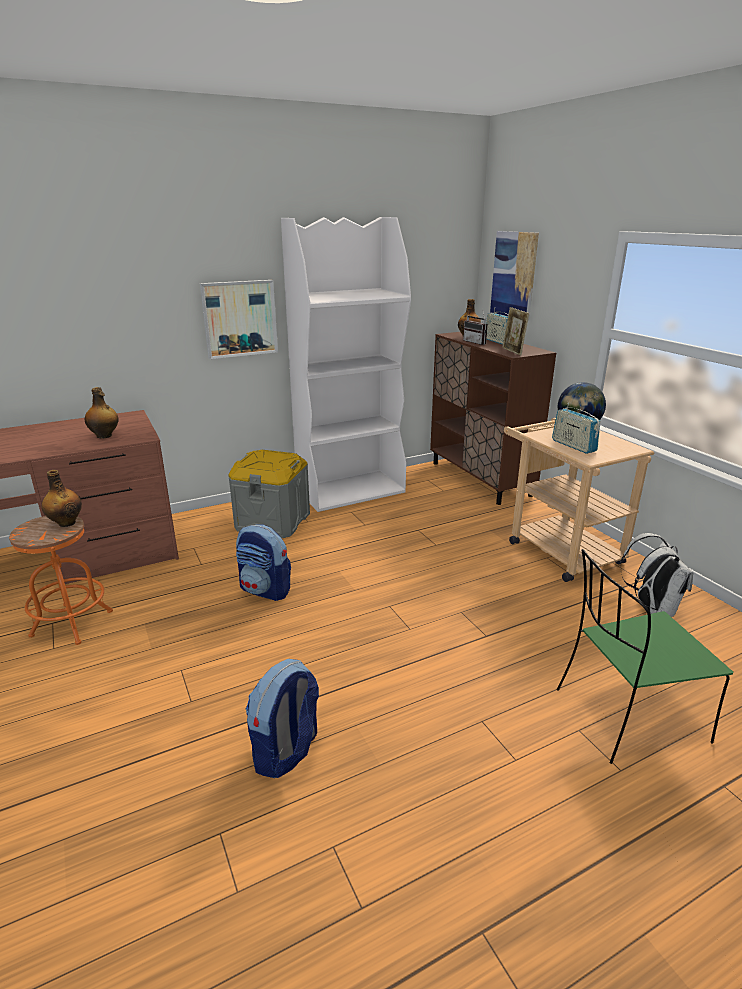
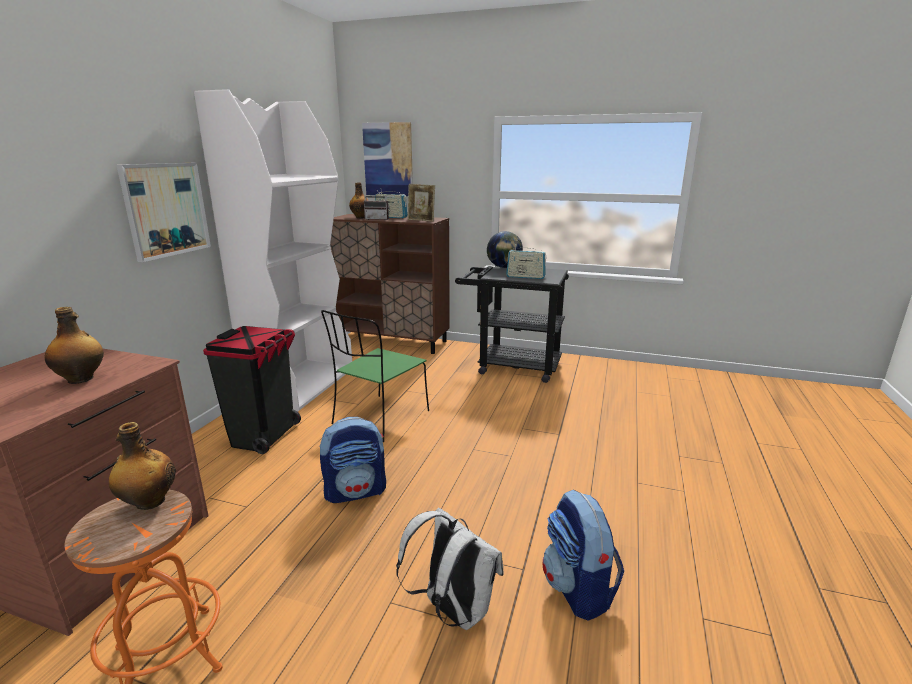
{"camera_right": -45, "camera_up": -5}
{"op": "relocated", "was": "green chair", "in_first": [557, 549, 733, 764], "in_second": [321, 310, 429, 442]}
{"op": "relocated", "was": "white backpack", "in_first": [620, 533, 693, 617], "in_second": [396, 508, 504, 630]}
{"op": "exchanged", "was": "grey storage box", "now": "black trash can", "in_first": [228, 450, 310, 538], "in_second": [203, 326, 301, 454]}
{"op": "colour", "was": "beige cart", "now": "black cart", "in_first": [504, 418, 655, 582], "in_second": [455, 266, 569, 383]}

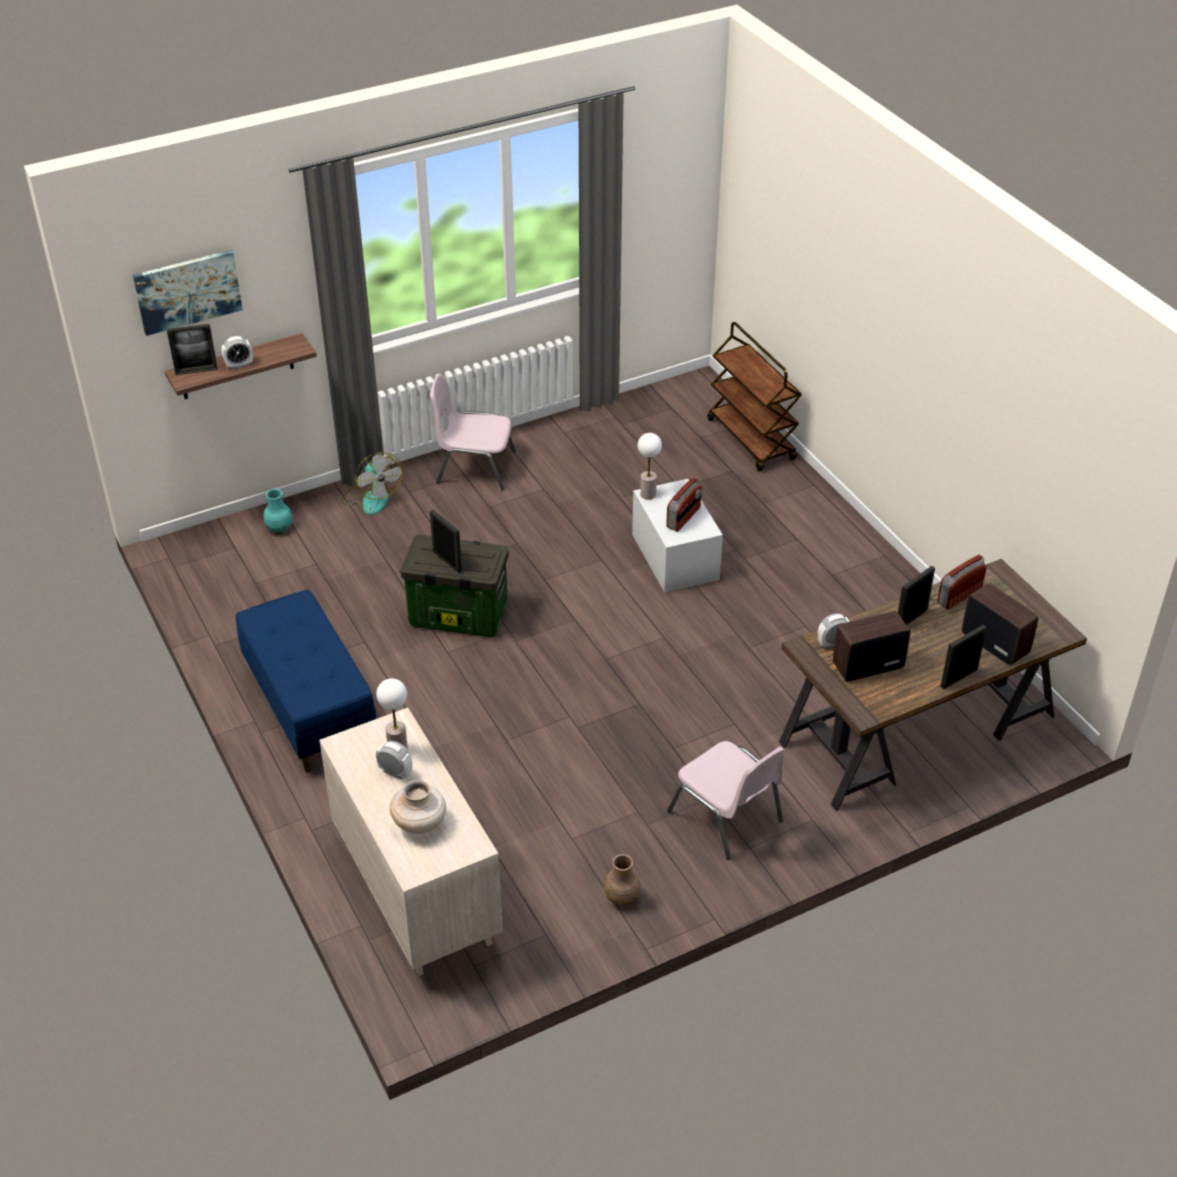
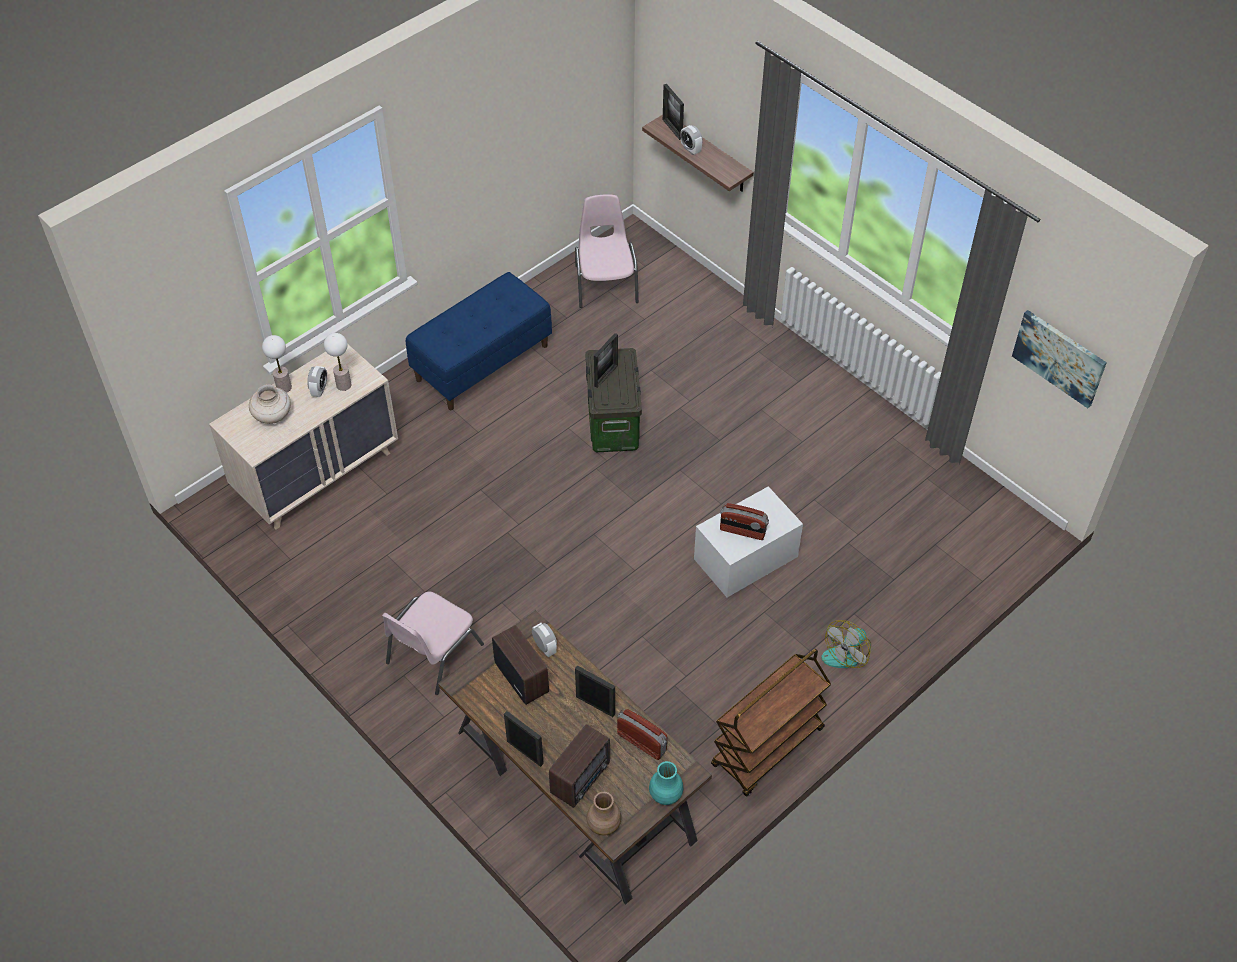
{"camera_right": 75, "camera_up": 10}
{"op": "relocated", "was": "picture", "in_first": [133, 250, 243, 336], "in_second": [1012, 310, 1107, 408]}
{"op": "relocated", "was": "turquoise vase", "in_first": [263, 489, 293, 534], "in_second": [649, 761, 683, 805]}
{"op": "relocated", "was": "fan", "in_first": [341, 452, 402, 515], "in_second": [821, 620, 871, 668]}
{"op": "relocated", "was": "pink chair", "in_first": [430, 374, 516, 491], "in_second": [575, 194, 639, 308]}
{"op": "relocated", "was": "brown vase", "in_first": [604, 854, 640, 906], "in_second": [586, 792, 621, 836]}
{"op": "relocated", "was": "table lamp", "in_first": [638, 433, 662, 500], "in_second": [262, 335, 292, 393]}
{"op": "relocated", "was": "brown cart", "in_first": [707, 322, 802, 471], "in_second": [711, 649, 831, 797]}

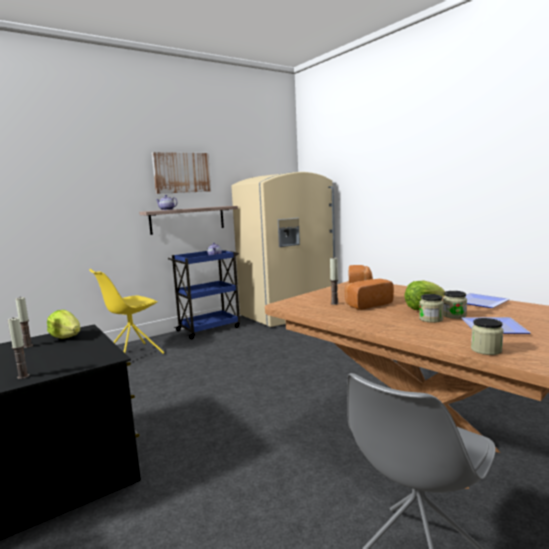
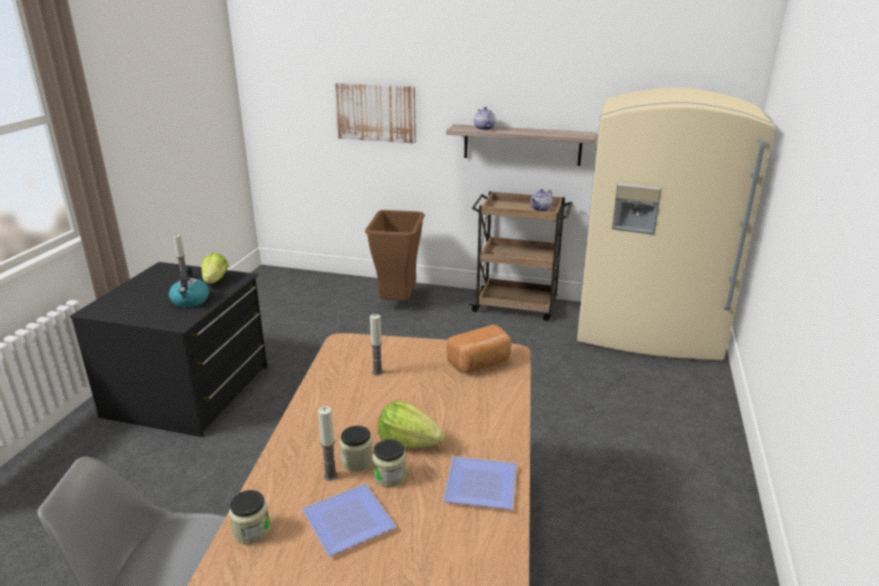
{"camera_right": 50, "camera_up": 15}
{"op": "missing", "was": "bread", "in_first": [345, 279, 394, 310]}
{"op": "appeared", "now": "kettle", "in_second": [169, 266, 209, 307]}
{"op": "relocated", "was": "candle", "in_first": [8, 318, 29, 379], "in_second": [318, 406, 338, 481]}
{"op": "relocated", "was": "picture", "in_first": [152, 152, 211, 194], "in_second": [335, 83, 416, 144]}
{"op": "exchanged", "was": "yellow chair", "now": "brown trash can", "in_first": [89, 269, 164, 354], "in_second": [365, 210, 425, 301]}
{"op": "colour", "was": "blue cart", "now": "brown cart", "in_first": [168, 250, 240, 340], "in_second": [469, 191, 572, 321]}

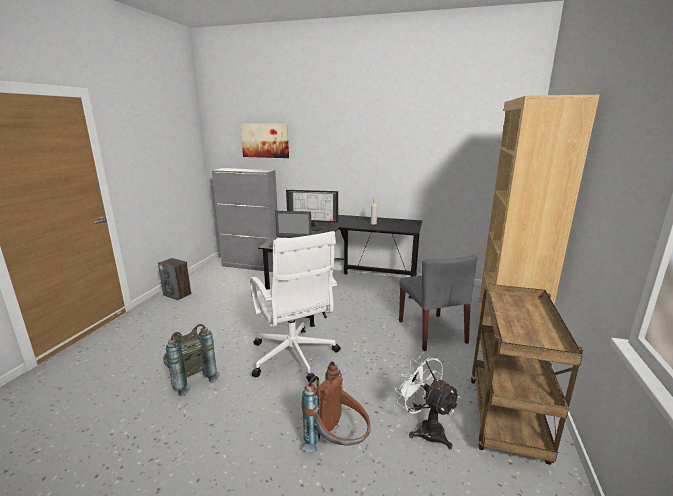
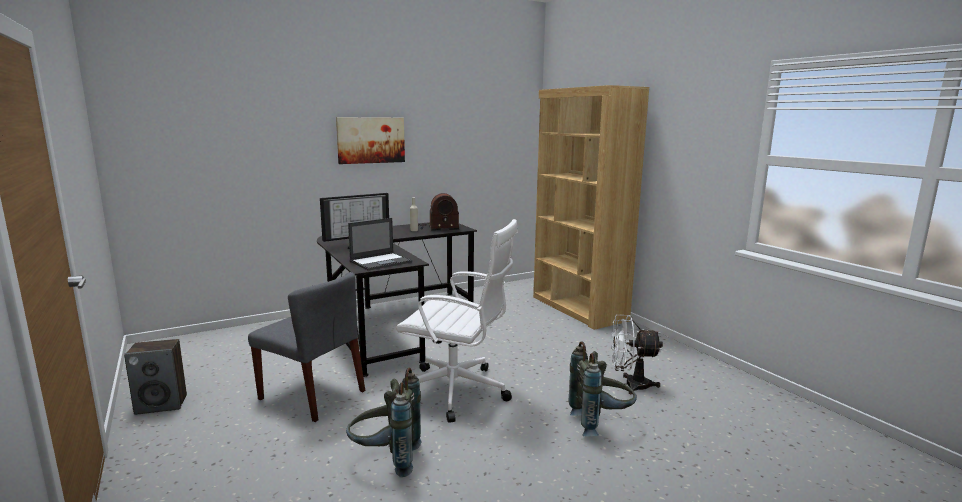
{"camera_right": -45, "camera_up": -5}
{"op": "missing", "was": "grey cabinet", "in_first": [212, 168, 277, 272]}
{"op": "missing", "was": "brown cart", "in_first": [471, 284, 583, 465]}
{"op": "appeared", "now": "radio", "in_second": [419, 193, 459, 231]}
{"op": "relocated", "was": "picture", "in_first": [240, 123, 289, 158], "in_second": [336, 117, 405, 164]}
{"op": "relocated", "was": "grey chair", "in_first": [399, 254, 477, 351], "in_second": [248, 272, 365, 422]}
{"op": "colour", "was": "brown backpack", "now": "grey backpack", "in_first": [302, 361, 371, 453], "in_second": [569, 341, 637, 436]}

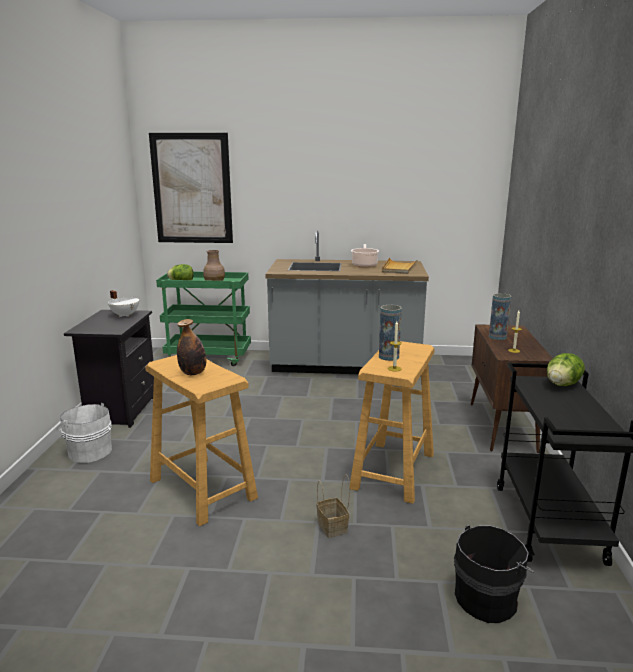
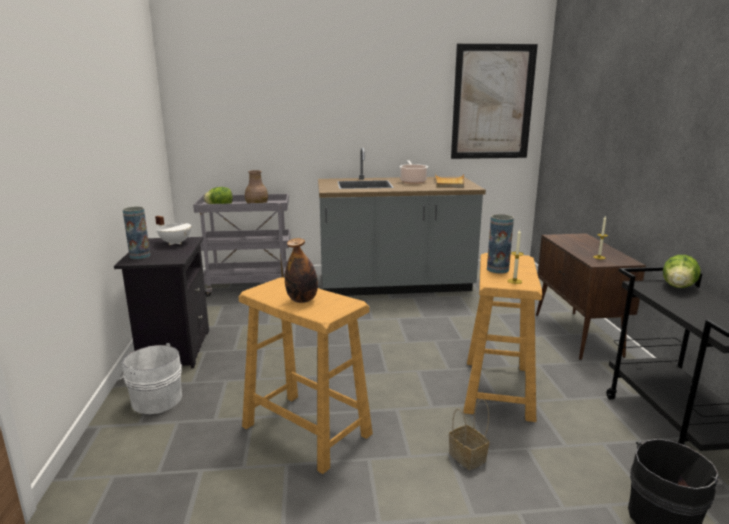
{"camera_right": -10, "camera_up": 0}
{"op": "relocated", "was": "picture", "in_first": [149, 133, 233, 243], "in_second": [451, 43, 538, 159]}
{"op": "relocated", "was": "vase", "in_first": [489, 293, 511, 340], "in_second": [123, 207, 150, 259]}
{"op": "colour", "was": "green cart", "now": "grey cart", "in_first": [156, 272, 251, 366], "in_second": [193, 194, 290, 297]}

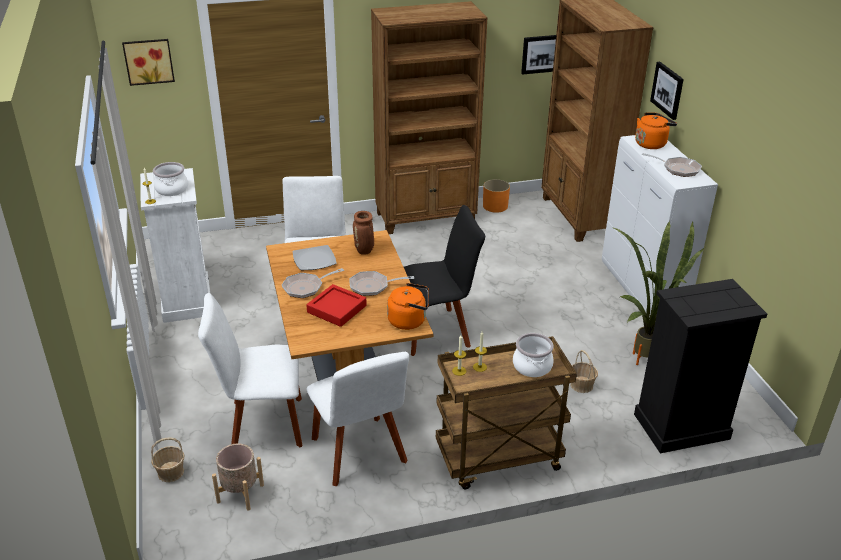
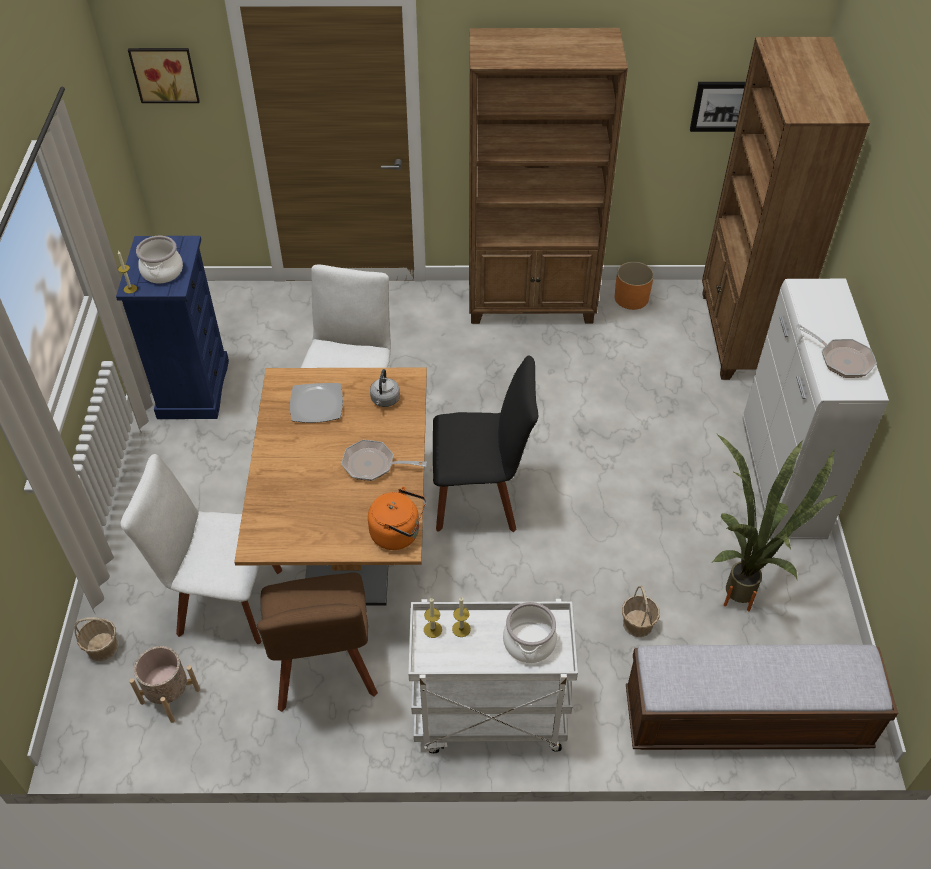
{"camera_right": 15, "camera_up": 15}
{"op": "missing", "was": "frying pan", "in_first": [282, 268, 344, 298]}
{"op": "missing", "was": "red tray", "in_first": [306, 284, 367, 327]}
{"op": "missing", "was": "orange kettle", "in_first": [635, 113, 677, 149]}
{"op": "missing", "was": "picture", "in_first": [650, 62, 684, 120]}
{"op": "exchanged", "was": "brown vase", "now": "grey kettle", "in_first": [353, 211, 374, 255], "in_second": [370, 369, 400, 407]}
{"op": "exchanged", "was": "black dresser", "now": "bench", "in_first": [634, 279, 767, 453], "in_second": [626, 644, 898, 750]}
{"op": "colour", "was": "white dresser", "now": "blue dresser", "in_first": [140, 168, 210, 323], "in_second": [116, 236, 229, 419]}
{"op": "colour", "was": "white chair", "now": "brown chair", "in_first": [306, 352, 409, 487], "in_second": [257, 573, 378, 712]}
{"op": "colour", "was": "brown cart", "now": "white cart", "in_first": [436, 336, 577, 489], "in_second": [408, 599, 578, 753]}

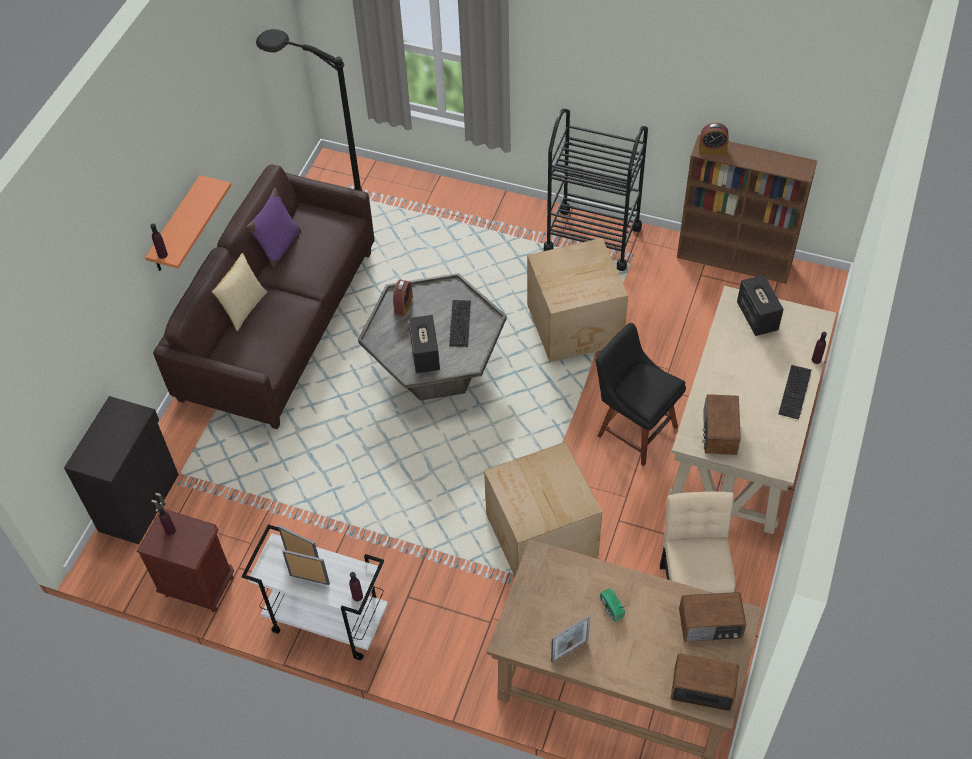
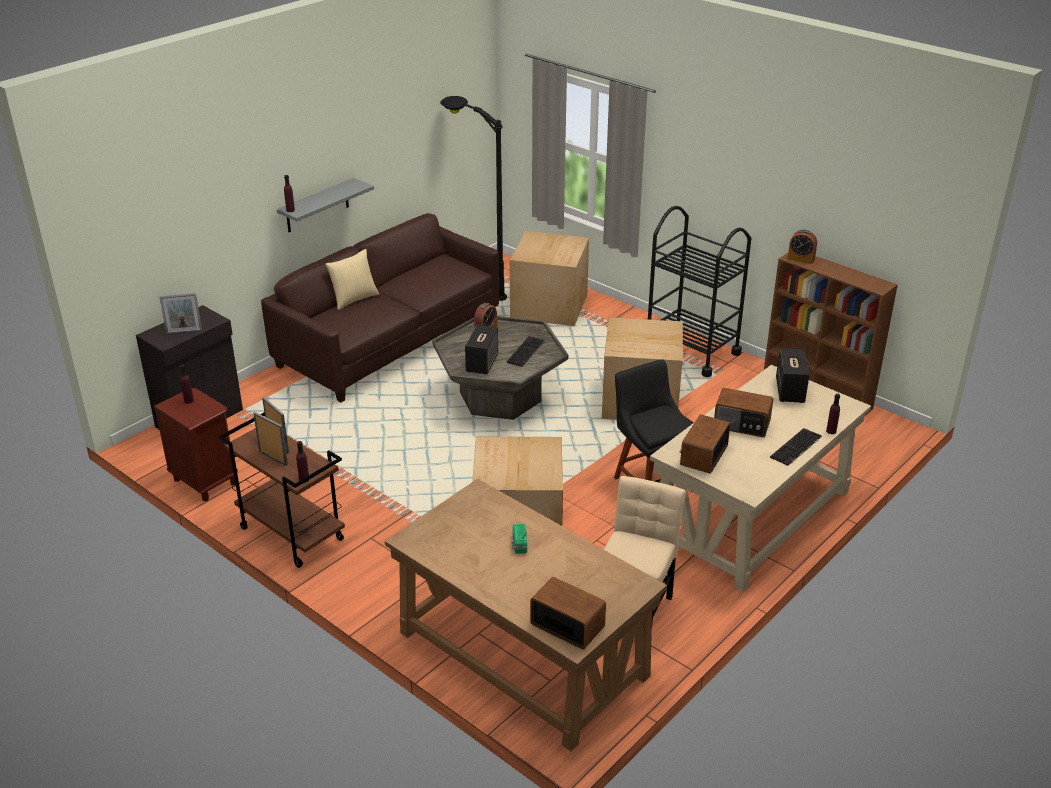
{"camera_right": 20, "camera_up": -20}
{"op": "missing", "was": "purple pillow", "in_first": [246, 188, 301, 267]}
{"op": "appeared", "now": "cardboard box", "in_second": [510, 231, 589, 326]}
{"op": "relocated", "was": "picture frame", "in_first": [551, 615, 590, 663], "in_second": [159, 293, 202, 334]}
{"op": "relocated", "was": "radio", "in_first": [679, 592, 746, 642], "in_second": [714, 388, 774, 437]}
{"op": "colour", "was": "orange shelf", "now": "grey shelf", "in_first": [145, 175, 231, 271], "in_second": [277, 178, 374, 232]}
{"op": "colour", "was": "white cart", "now": "brown cart", "in_first": [242, 524, 388, 660], "in_second": [218, 413, 345, 568]}

